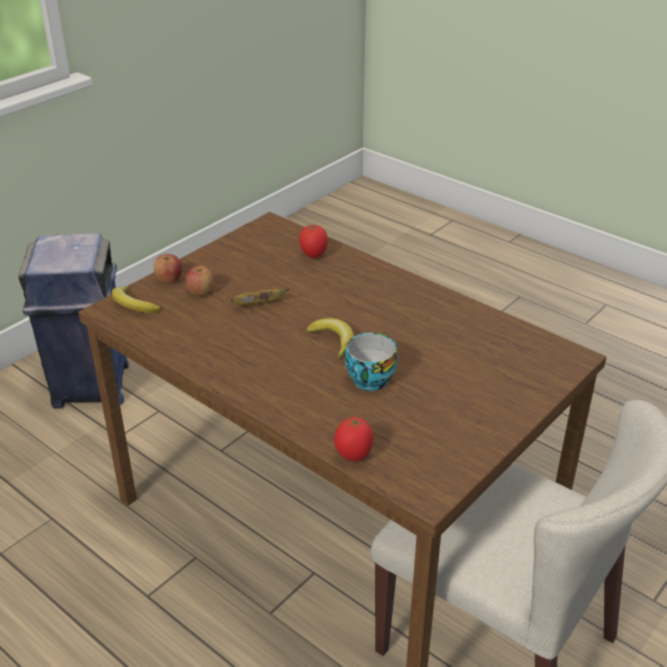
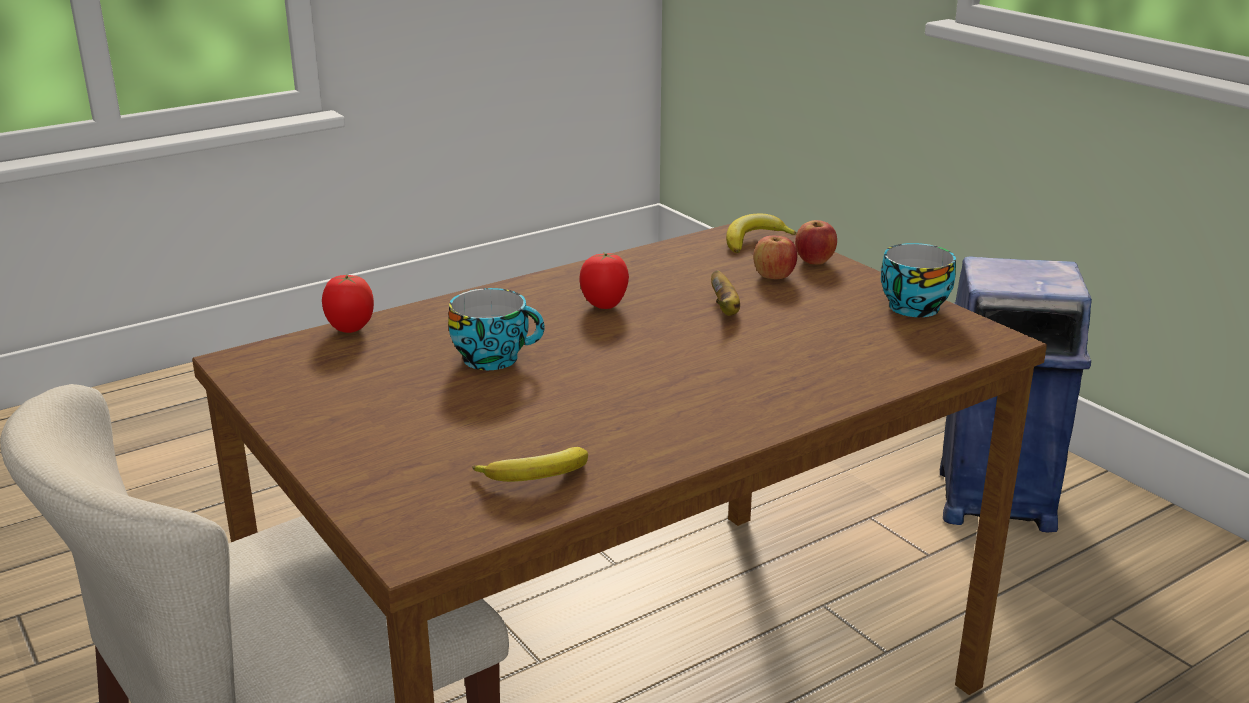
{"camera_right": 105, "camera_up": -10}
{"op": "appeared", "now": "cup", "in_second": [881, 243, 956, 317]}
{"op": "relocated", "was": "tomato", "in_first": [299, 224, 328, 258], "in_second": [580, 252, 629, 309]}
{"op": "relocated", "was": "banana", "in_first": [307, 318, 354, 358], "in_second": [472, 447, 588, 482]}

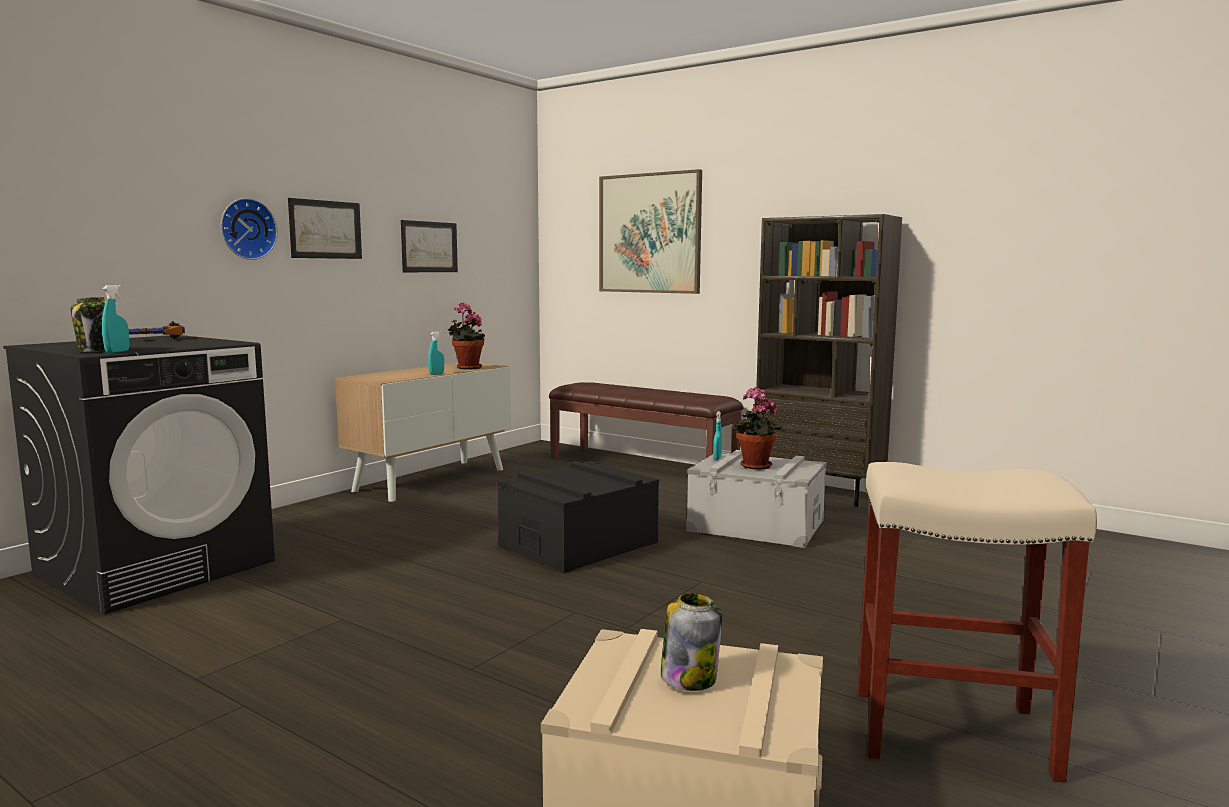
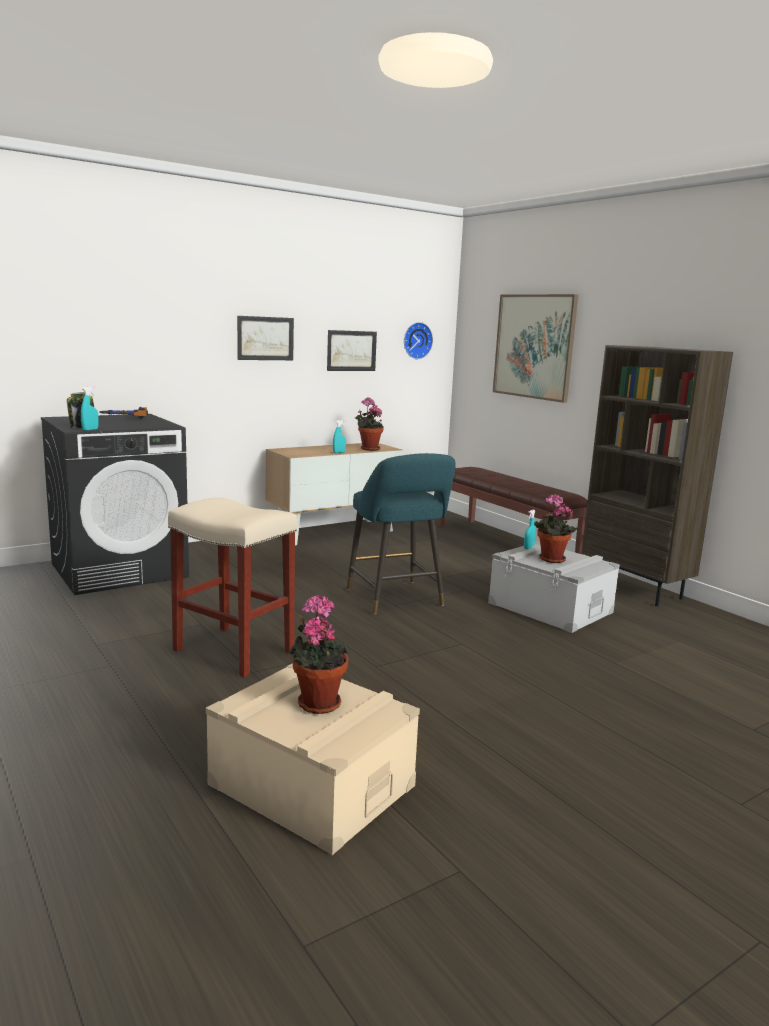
{"camera_right": 20, "camera_up": 5}
{"op": "relocated", "was": "wall clock", "in_first": [221, 198, 278, 260], "in_second": [404, 322, 433, 359]}
{"op": "relocated", "was": "beige stool", "in_first": [858, 462, 1097, 783], "in_second": [168, 498, 297, 677]}
{"op": "exchanged", "was": "black storage box", "now": "turquoise stool", "in_first": [497, 461, 659, 573], "in_second": [347, 453, 456, 614]}
{"op": "exchanged", "was": "jar", "now": "potted plant", "in_first": [660, 593, 722, 691], "in_second": [288, 595, 349, 714]}

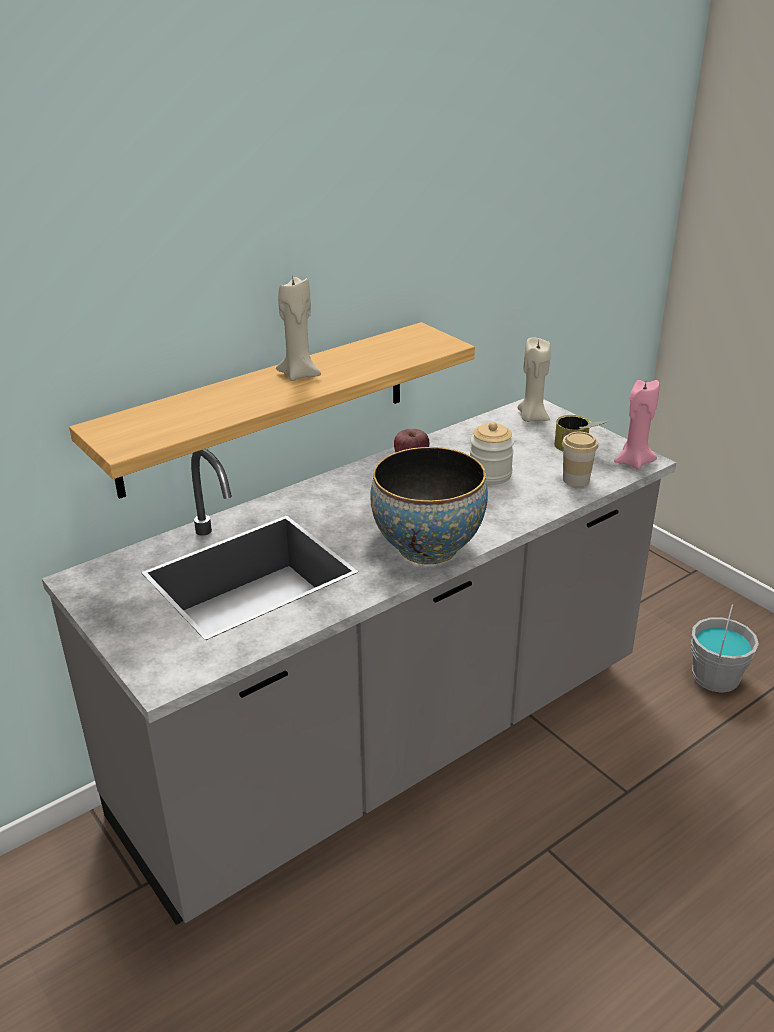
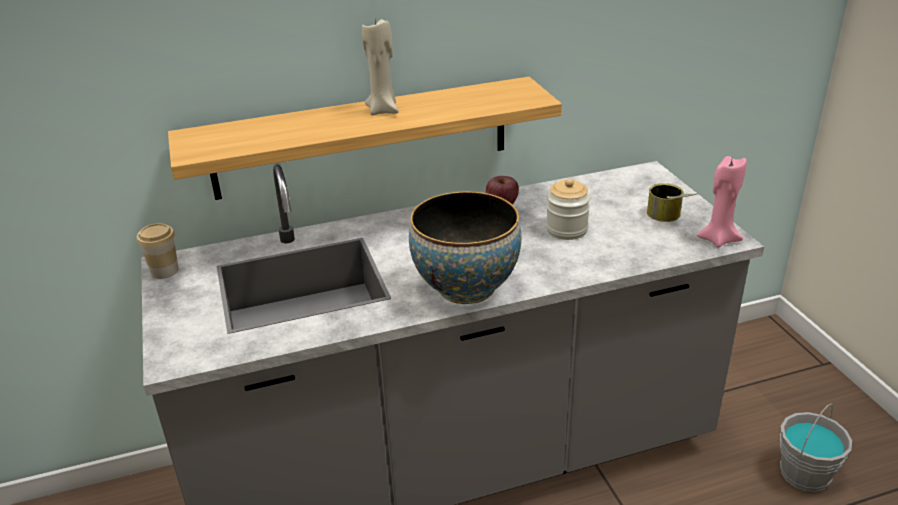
{"camera_right": 20, "camera_up": 0}
{"op": "missing", "was": "beige candle", "in_first": [517, 337, 551, 422]}
{"op": "relocated", "was": "cup", "in_first": [562, 432, 598, 487], "in_second": [137, 223, 179, 279]}

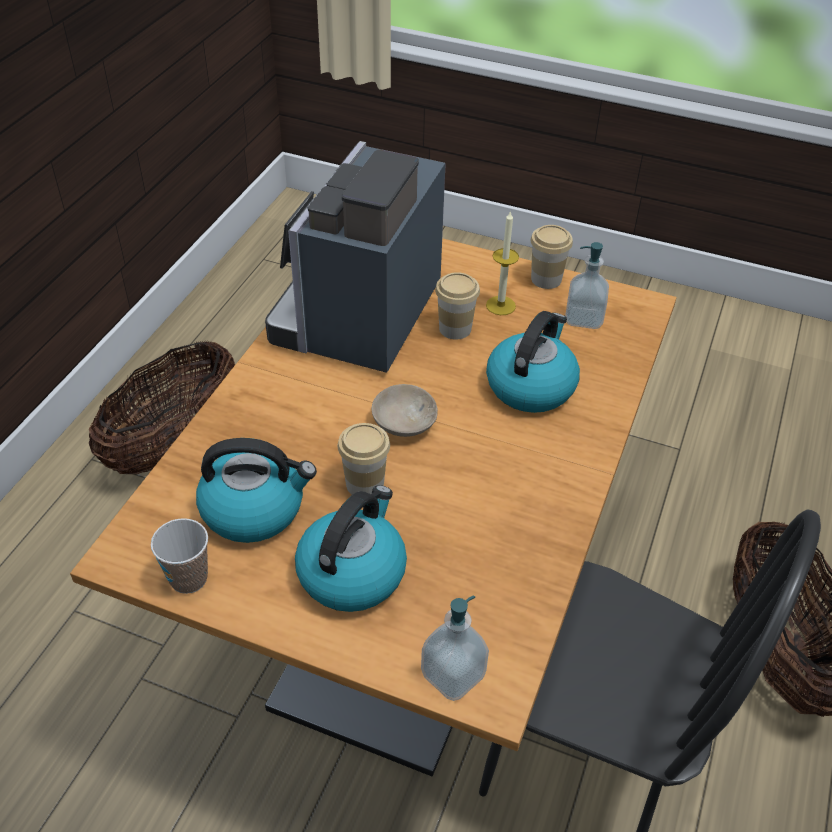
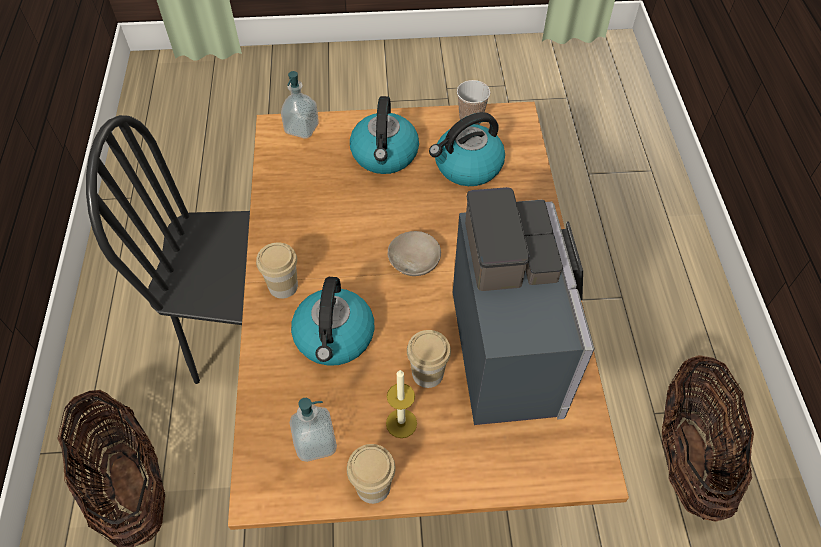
{"camera_right": 155, "camera_up": 10}
{"op": "relocated", "was": "cup", "in_first": [338, 423, 390, 495], "in_second": [256, 242, 298, 299]}

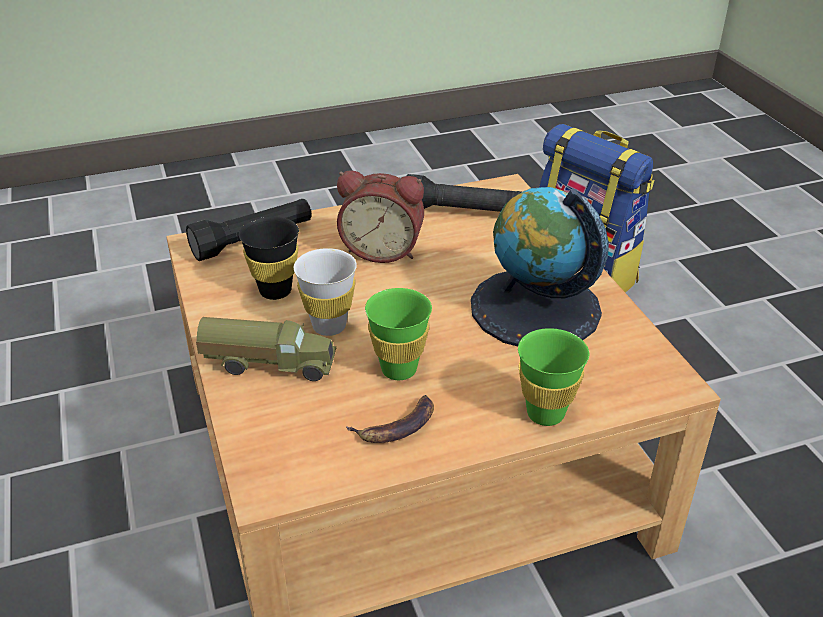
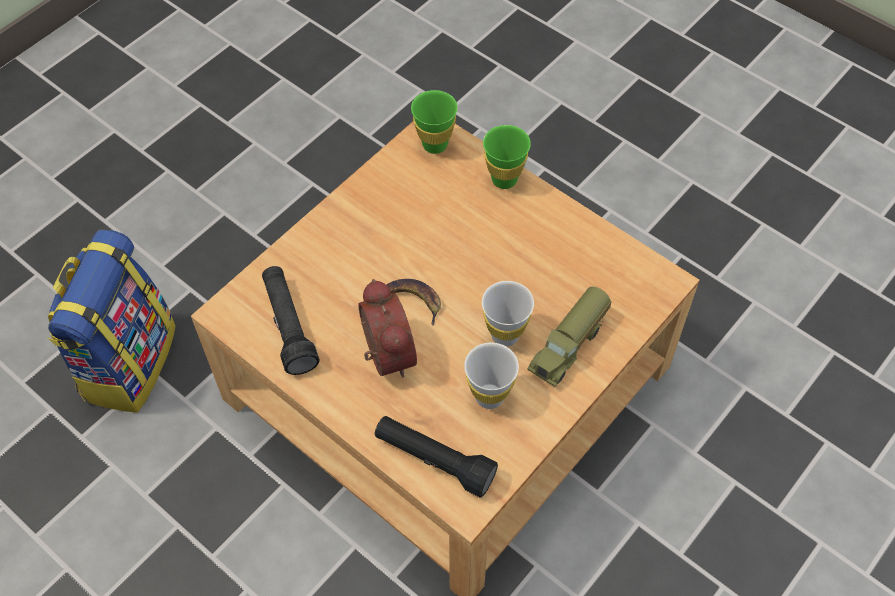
{"camera_right": -120, "camera_up": 20}
{"op": "missing", "was": "globe", "in_first": [471, 187, 609, 346]}
{"op": "relocated", "was": "banana", "in_first": [346, 395, 434, 443], "in_second": [386, 279, 441, 326]}
{"op": "relocated", "was": "green cup", "in_first": [365, 288, 432, 380], "in_second": [411, 90, 458, 154]}
{"op": "colour", "was": "black cup", "now": "white cup", "in_first": [239, 216, 299, 300], "in_second": [464, 343, 519, 409]}
{"op": "spun", "was": "toy truck", "in_first": [196, 317, 336, 381], "in_second": [527, 287, 612, 387], "clockwise": -120}

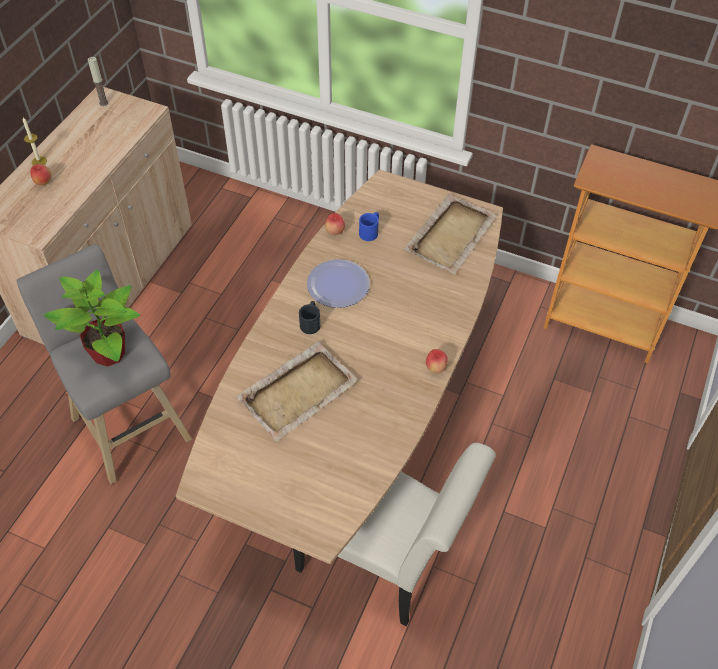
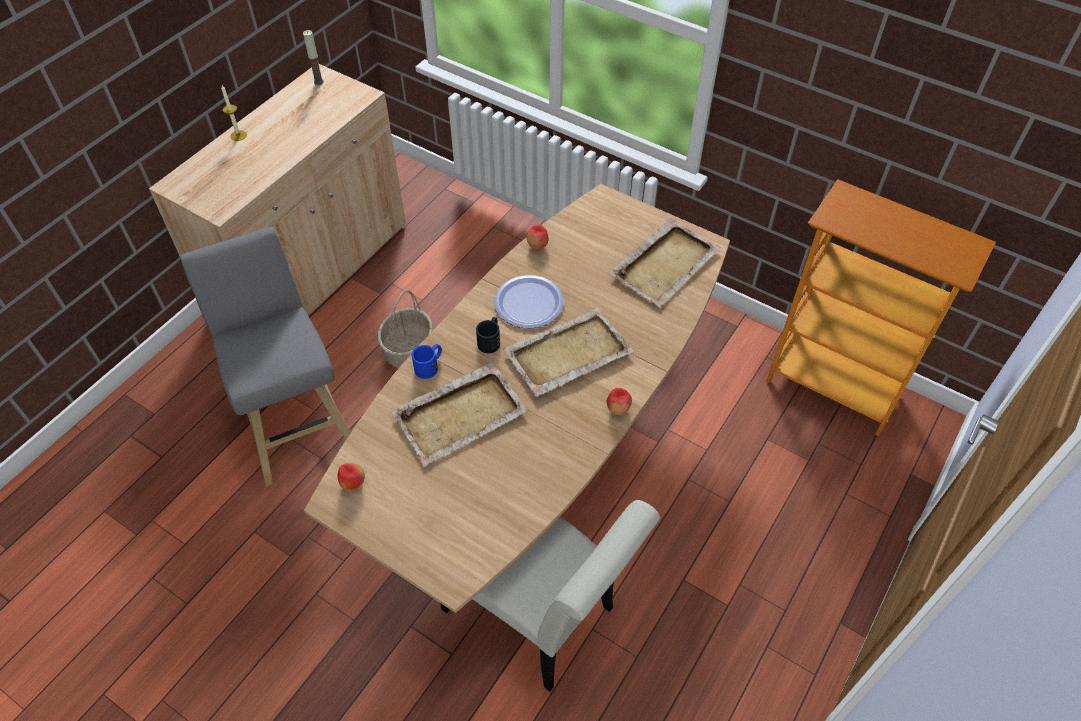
{"camera_right": 10, "camera_up": 0}
{"op": "missing", "was": "potted plant", "in_first": [44, 270, 140, 367]}
{"op": "appeared", "now": "basket", "in_second": [378, 290, 433, 367]}
{"op": "appeared", "now": "beige tray", "in_second": [503, 307, 633, 396]}
{"op": "relocated", "was": "apple", "in_first": [30, 164, 52, 185], "in_second": [338, 463, 365, 490]}
{"op": "relocated", "was": "blue mug", "in_first": [359, 212, 379, 241], "in_second": [412, 344, 442, 379]}

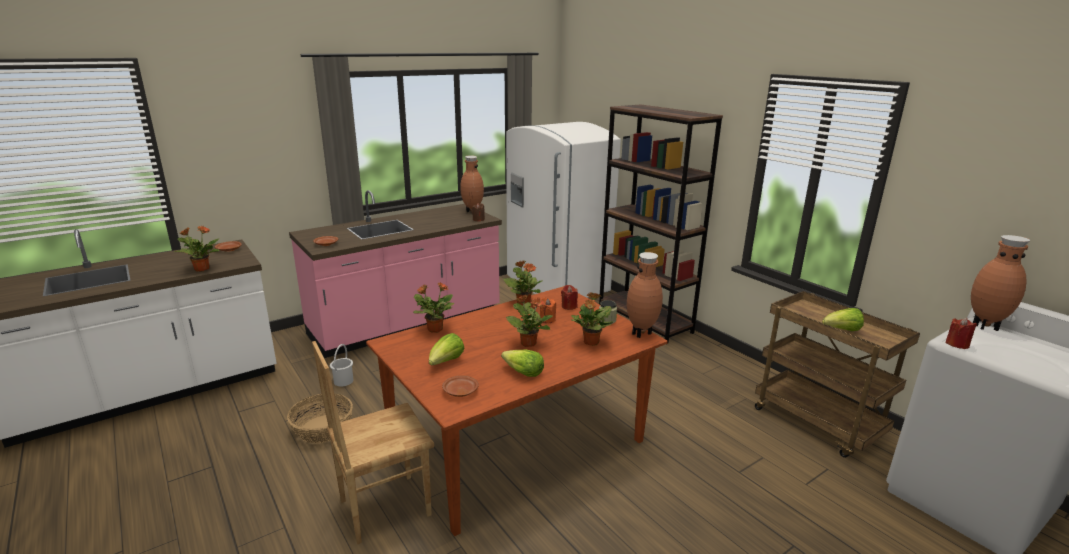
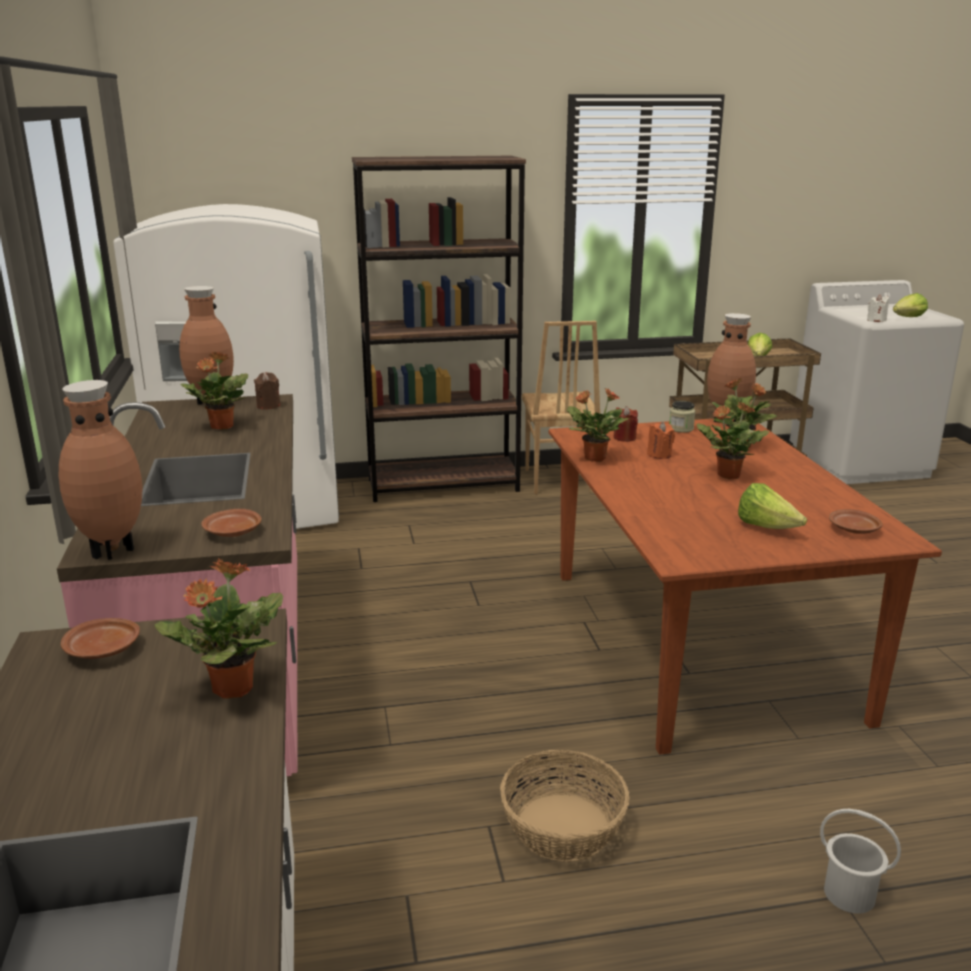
{"camera_right": -65, "camera_up": 0}
{"op": "relocated", "was": "brown chair", "in_first": [312, 341, 434, 544], "in_second": [522, 321, 601, 494]}
{"op": "relocated", "was": "white bucket", "in_first": [330, 344, 354, 387], "in_second": [820, 809, 901, 914]}
{"op": "relocated", "was": "potted plant", "in_first": [413, 282, 454, 333], "in_second": [181, 352, 248, 430]}
{"op": "relocated", "was": "lettuce", "in_first": [501, 350, 544, 377], "in_second": [893, 293, 928, 317]}
{"op": "relocated", "was": "brown vase", "in_first": [971, 235, 1030, 331], "in_second": [59, 380, 142, 560]}
{"op": "colour", "was": "red candle", "now": "white candle", "in_first": [946, 318, 977, 349], "in_second": [867, 294, 889, 322]}

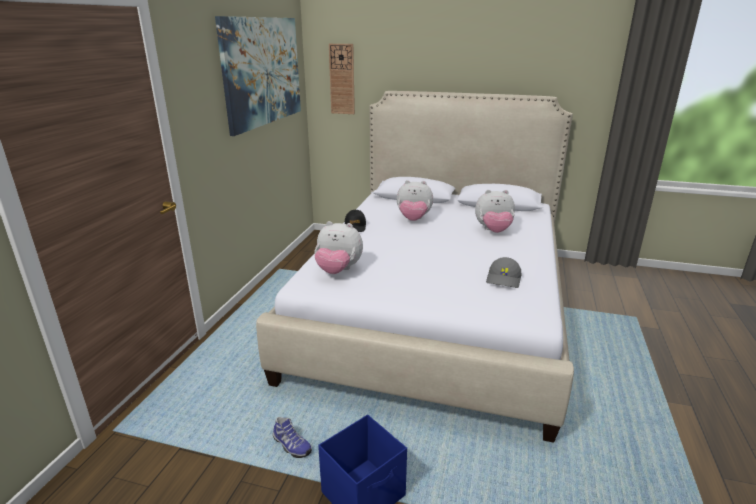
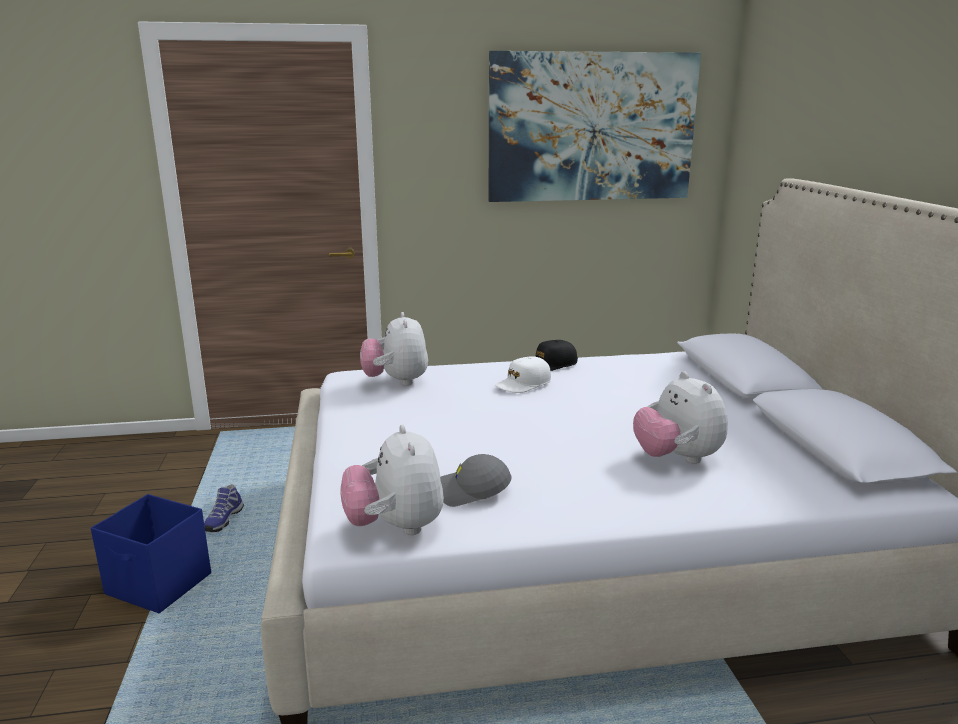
{"camera_right": 65, "camera_up": -5}
{"op": "missing", "was": "wall clock", "in_first": [329, 44, 355, 114]}
{"op": "appeared", "now": "white cap", "in_second": [495, 356, 551, 393]}
{"op": "relocated", "was": "plush toy", "in_first": [397, 180, 433, 221], "in_second": [341, 425, 444, 535]}

